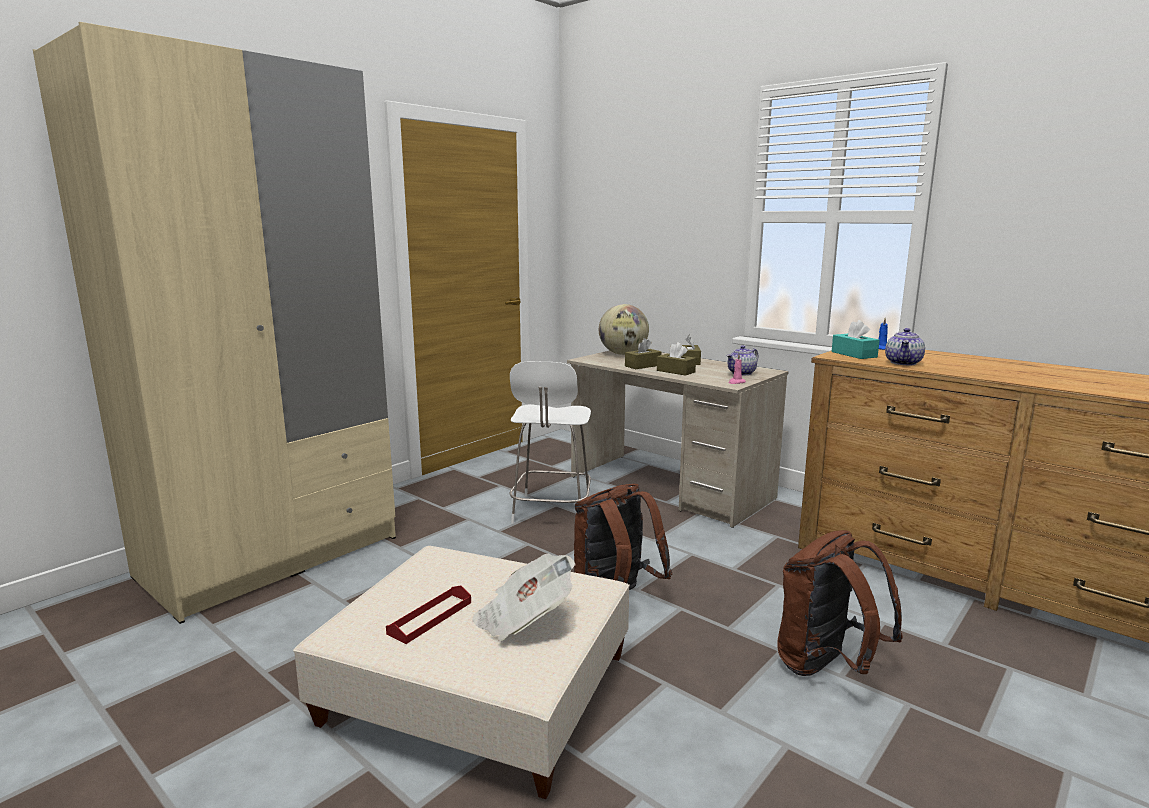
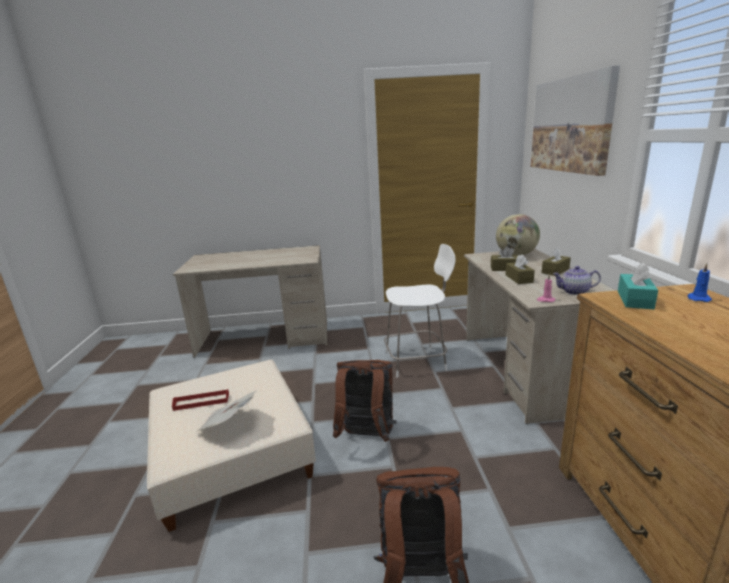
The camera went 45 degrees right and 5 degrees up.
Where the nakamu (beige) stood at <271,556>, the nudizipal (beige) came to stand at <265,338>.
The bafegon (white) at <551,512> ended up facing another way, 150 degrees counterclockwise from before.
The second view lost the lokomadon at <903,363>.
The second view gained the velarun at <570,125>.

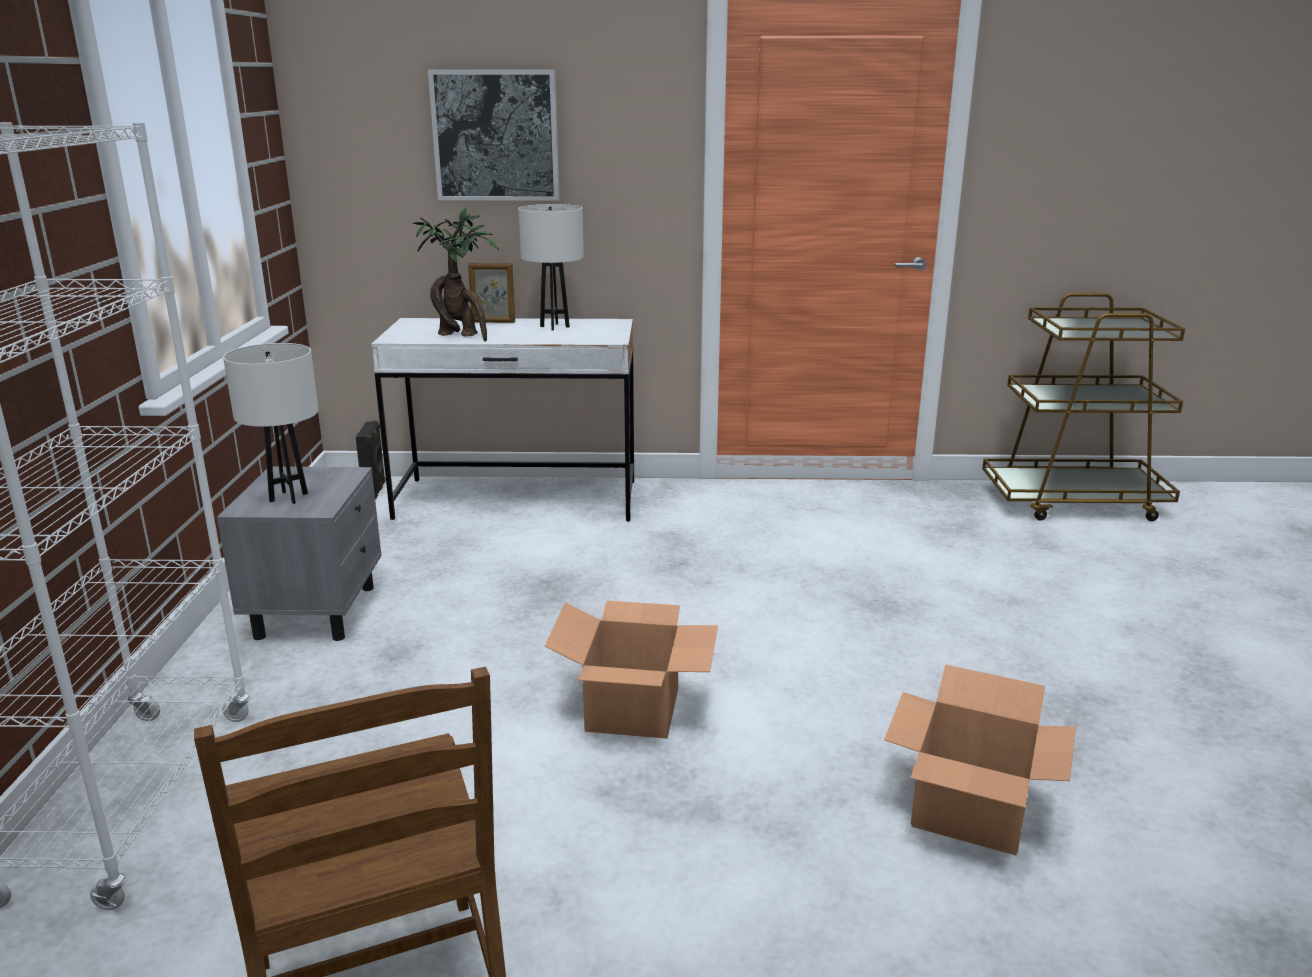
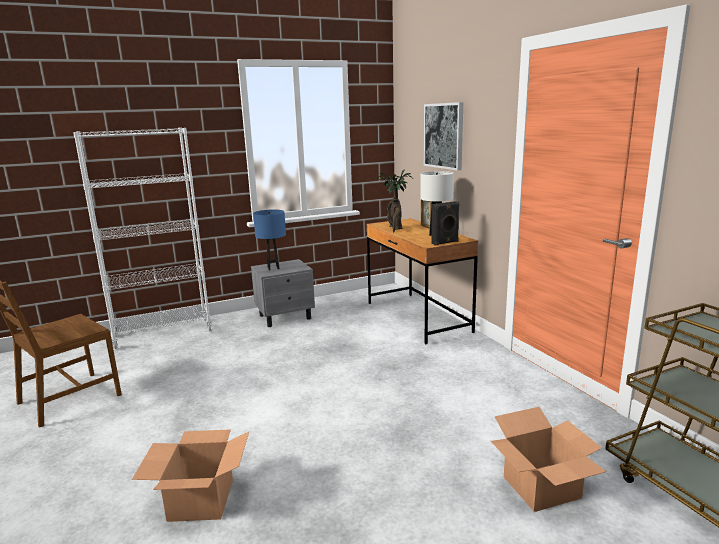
The camera went 65 degrees right and 5 degrees down.
What was the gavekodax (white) at <288,497> turned into the gavekodax (blue) at <273,268>.
The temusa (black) ended up elsewhere, having gone from <375,491> to <445,243>.
What was the nudizipal (white) at <518,500> turned into the nudizipal (brown) at <417,317>.
The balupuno ended up elsewhere, having gone from <632,708> to <542,487>.

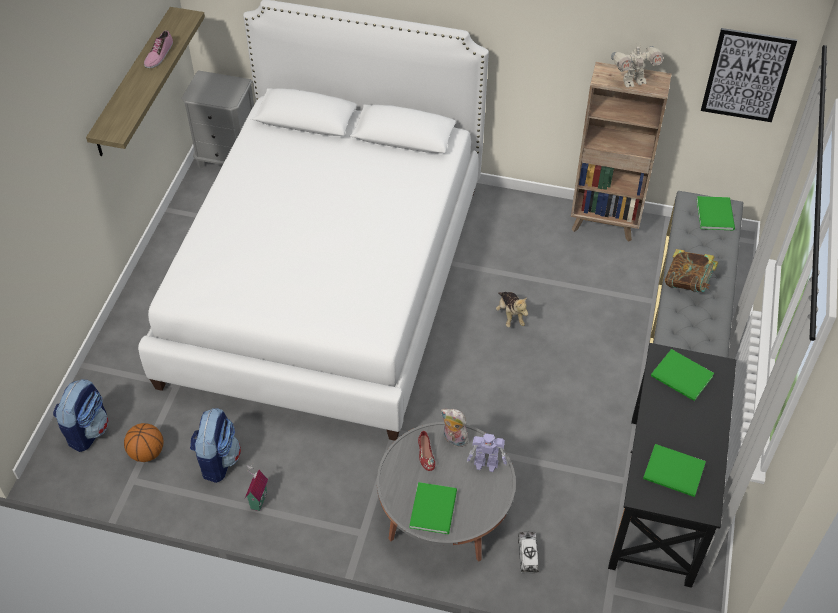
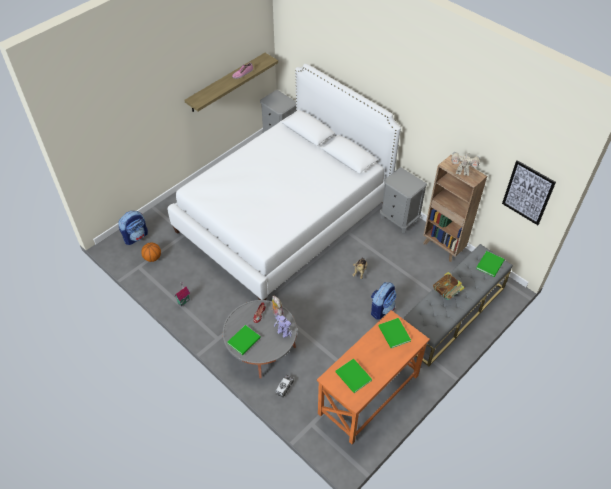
The camera went 30 degrees right and 0 degrees up.
The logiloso ended up elsewhere, having gone from <217,460> to <381,309>.
What was the nudizipal (black) at <661,498> turned into the nudizipal (orange) at <369,395>.
The second view gained the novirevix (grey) at <399,219>.

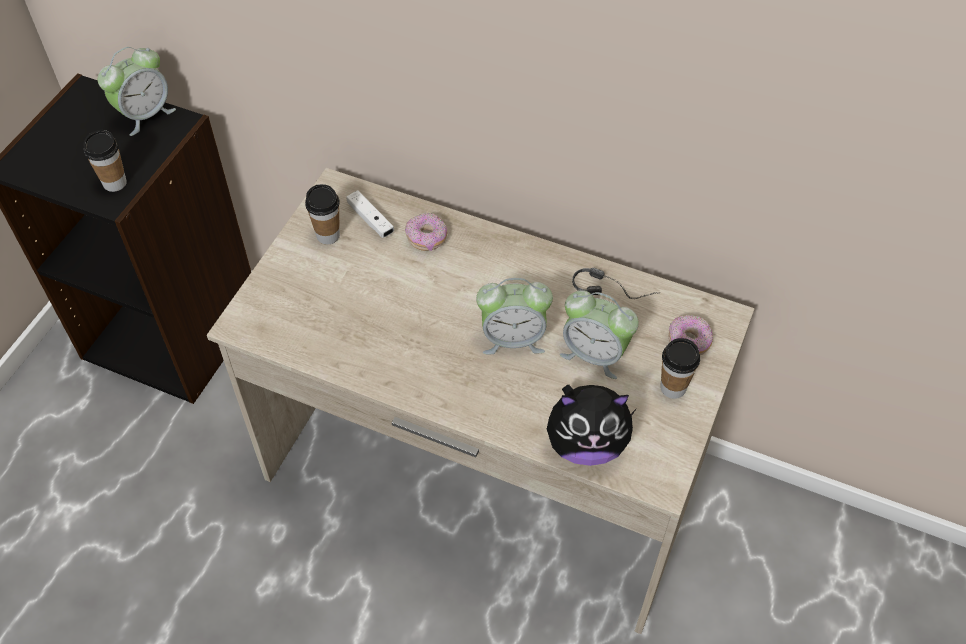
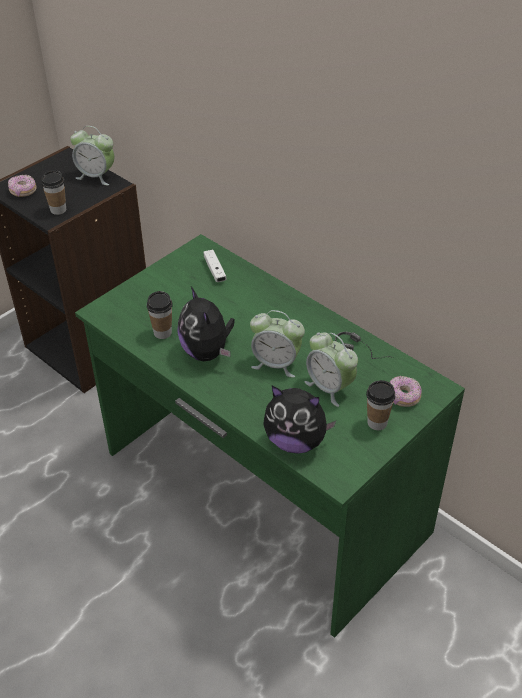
The camera went 20 degrees right and 10 degrees down.
The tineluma at <145,115> ended up facing another way, 45 degrees clockwise from before.
What was the nudizipal (beige) at <483,475> turned into the nudizipal (green) at <262,493>.
The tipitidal ended up elsewhere, having gone from <328,235> to <162,333>.
The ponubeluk ended up elsewhere, having gone from <426,238> to <23,191>.
The second view gained the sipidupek at <207,352>.

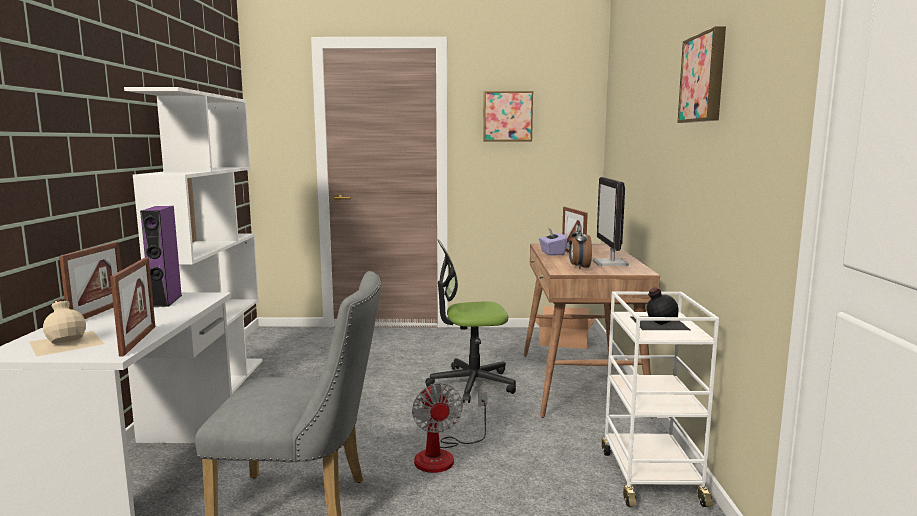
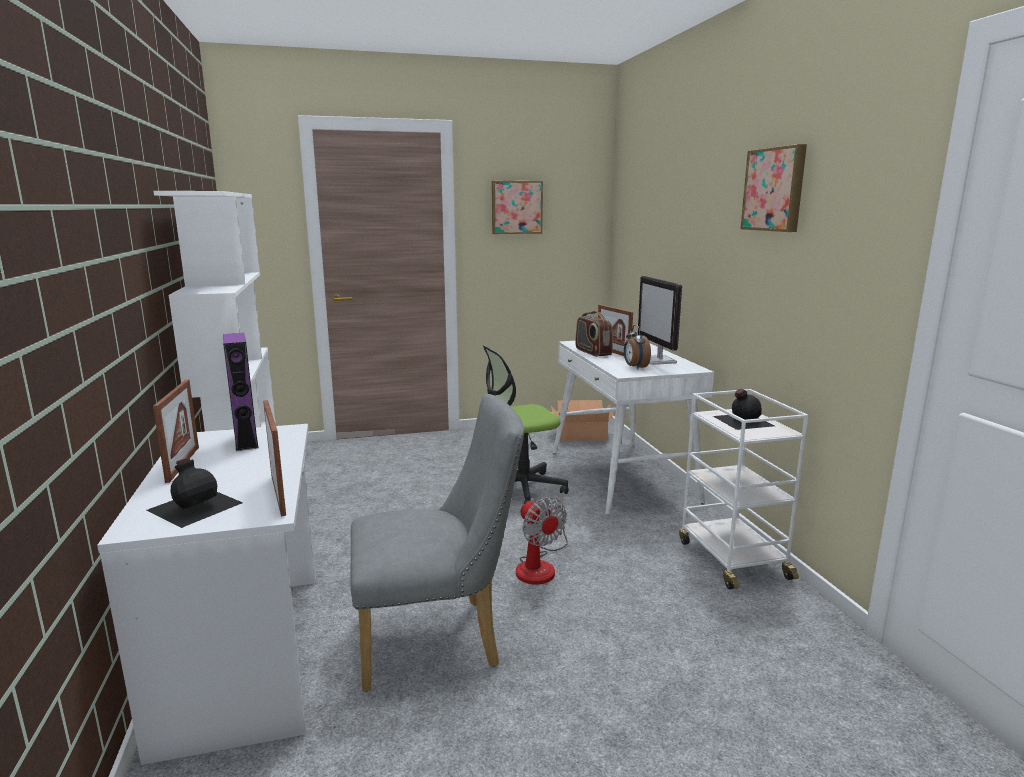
The camera went 15 degrees left and 5 degrees up.
What was the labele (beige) at <67,342> turned into the labele (black) at <195,505>.
What was the nudizipal (brown) at <581,383> turned into the nudizipal (white) at <622,476>.
Where the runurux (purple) stood at <552,253>, the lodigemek came to stand at <592,352>.

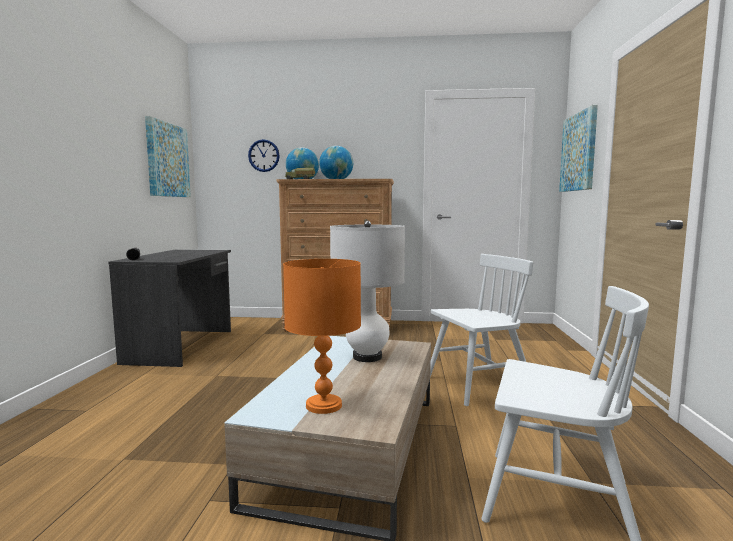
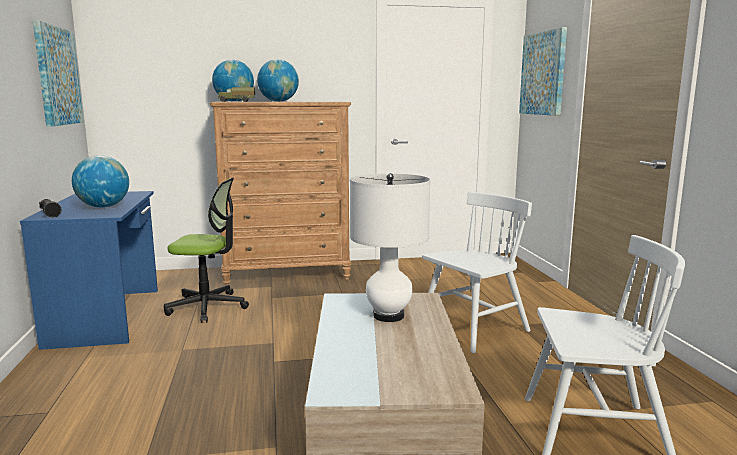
The camera went 15 degrees left and 5 degrees up.
What was the nudizipal (grey) at <182,346> turned into the nudizipal (blue) at <108,316>.
The second view lost the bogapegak at <264,155>.
The second view lost the gavekodax (orange) at <324,405>.
The second view gained the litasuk at <103,207>.
The second view gained the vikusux at <207,307>.

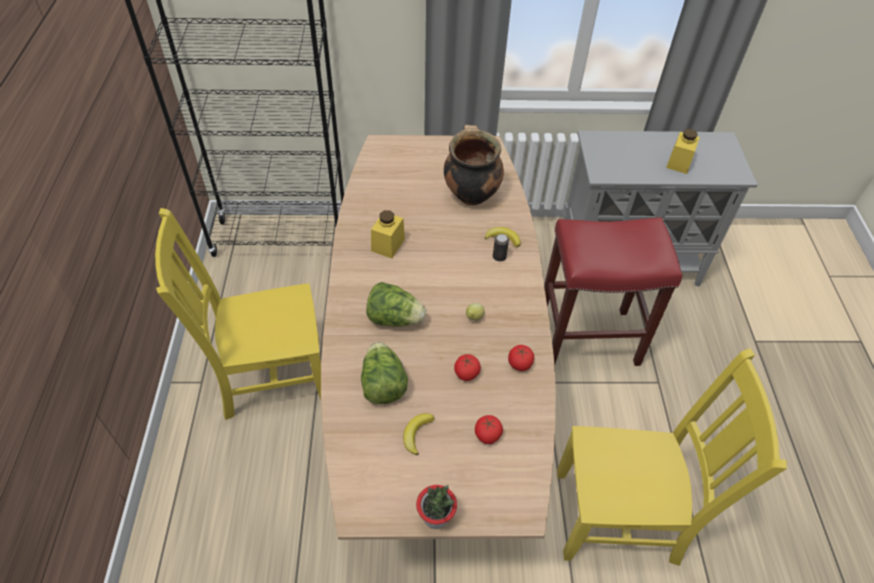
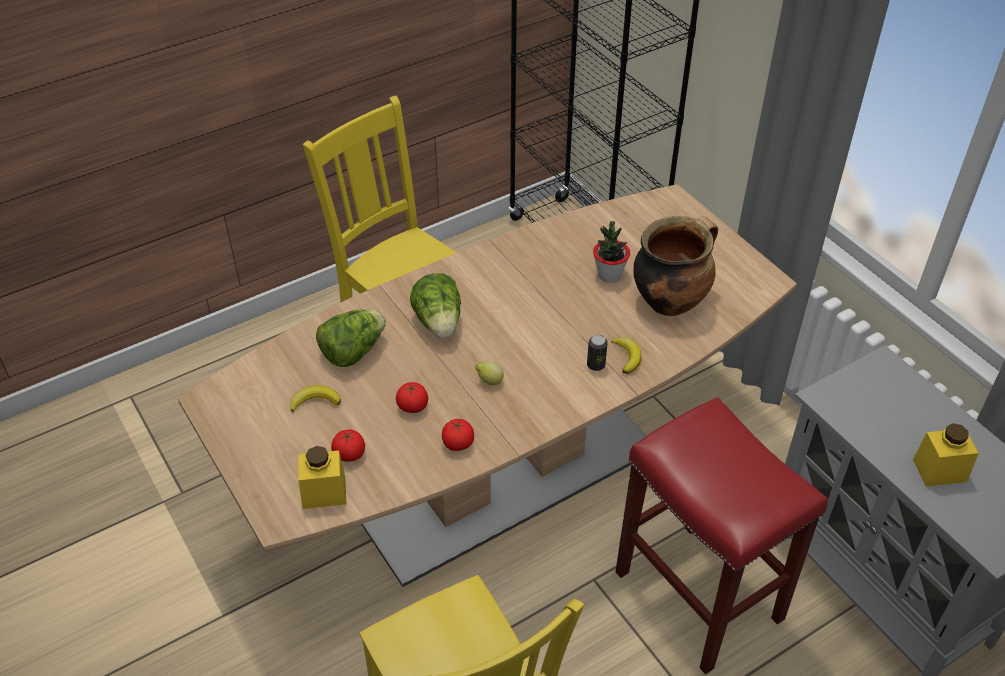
The camera went 60 degrees right and 5 degrees down.
The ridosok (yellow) ended up elsewhere, having gone from <388,245> to <324,492>.
The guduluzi ended up elsewhere, having gone from <436,517> to <609,275>.

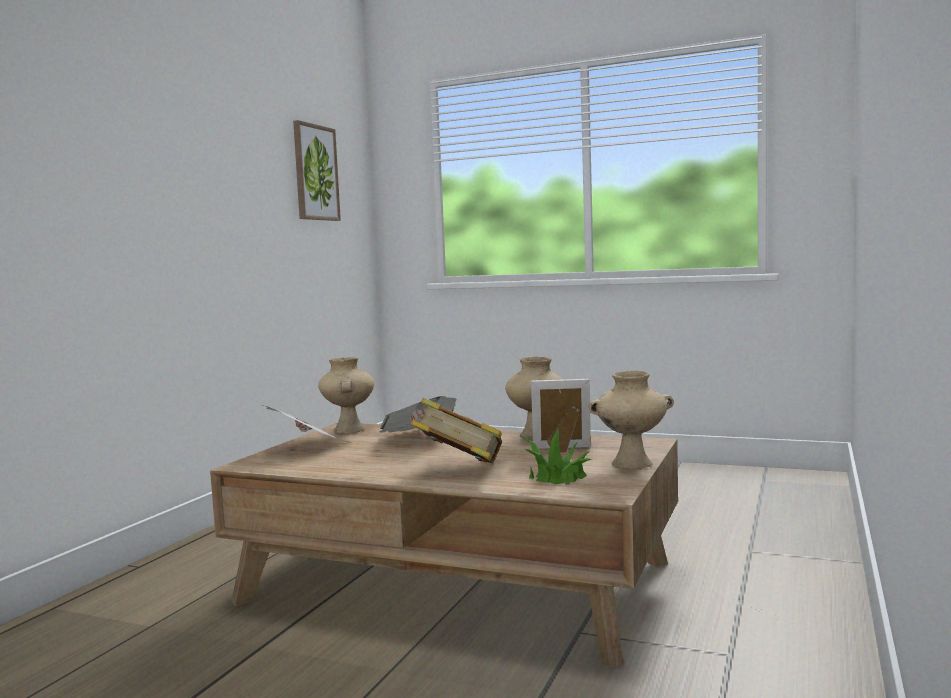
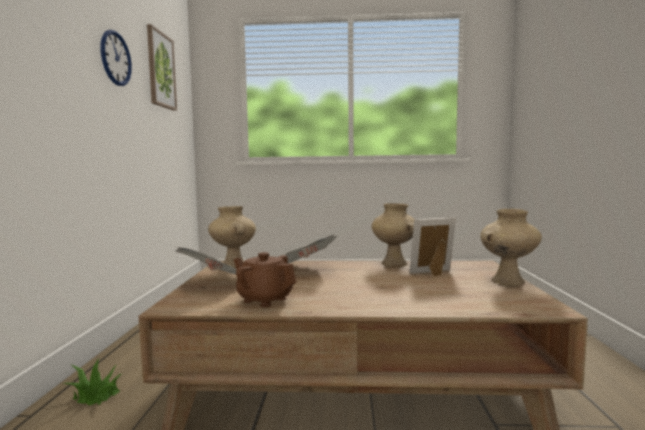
The camera went 20 degrees left and 0 degrees up.
The second view lost the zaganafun at <459,469>.
The guduluzi ended up elsewhere, having gone from <556,476> to <96,394>.
The second view gained the bogapegak at <115,58>.
The second view gained the lokomadon (brown) at <264,300>.

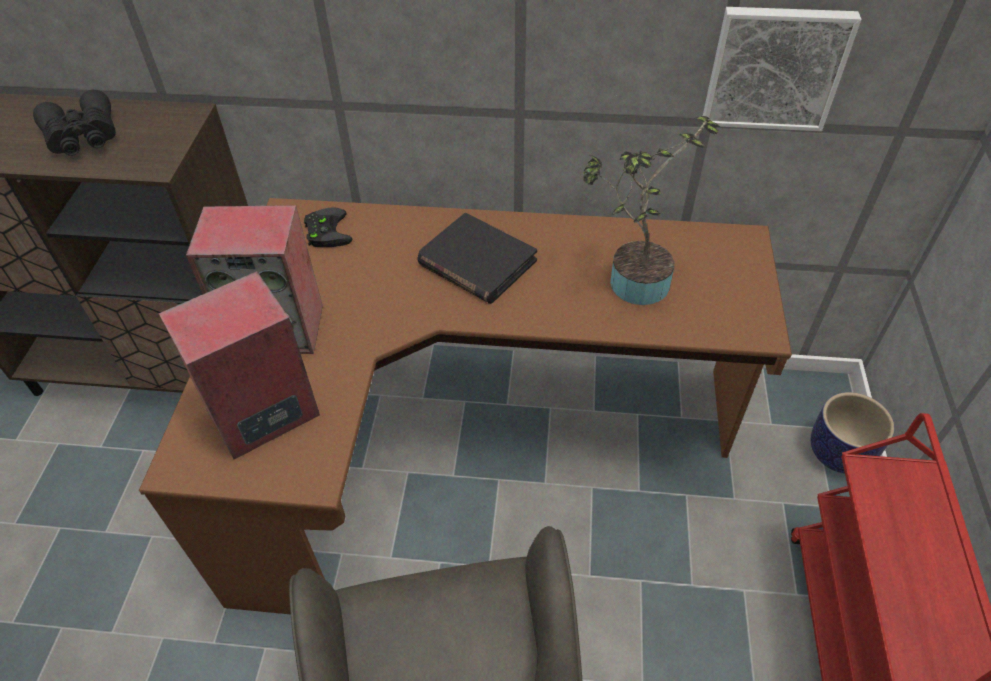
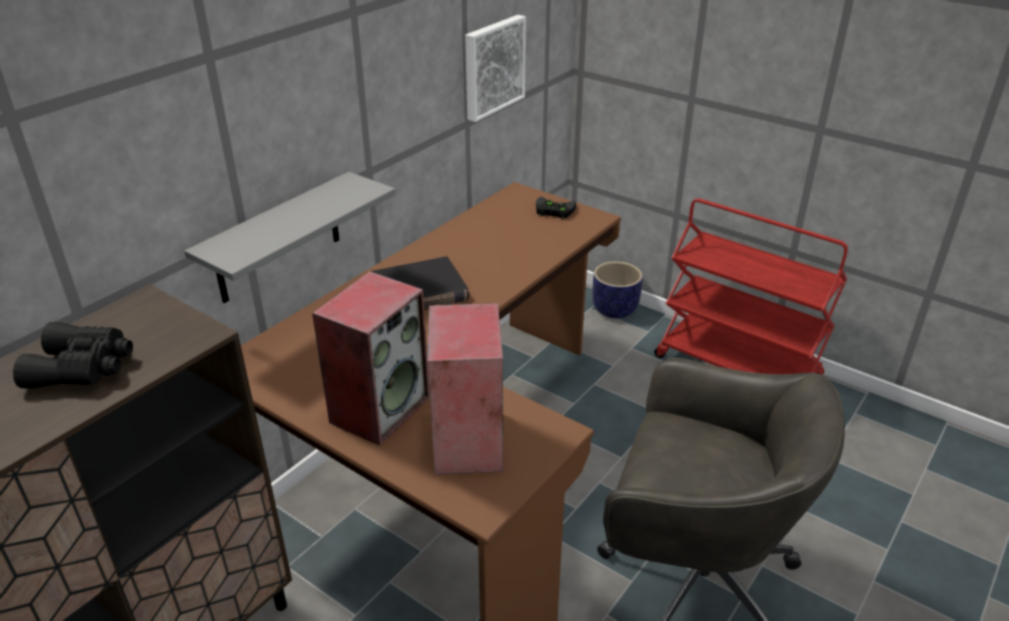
The camera went 60 degrees left and 15 degrees down.
The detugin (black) ended up elsewhere, having gone from <325,231> to <553,211>.
The second view lost the guduluzi at <632,281>.
The second view gained the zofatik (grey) at <278,239>.

